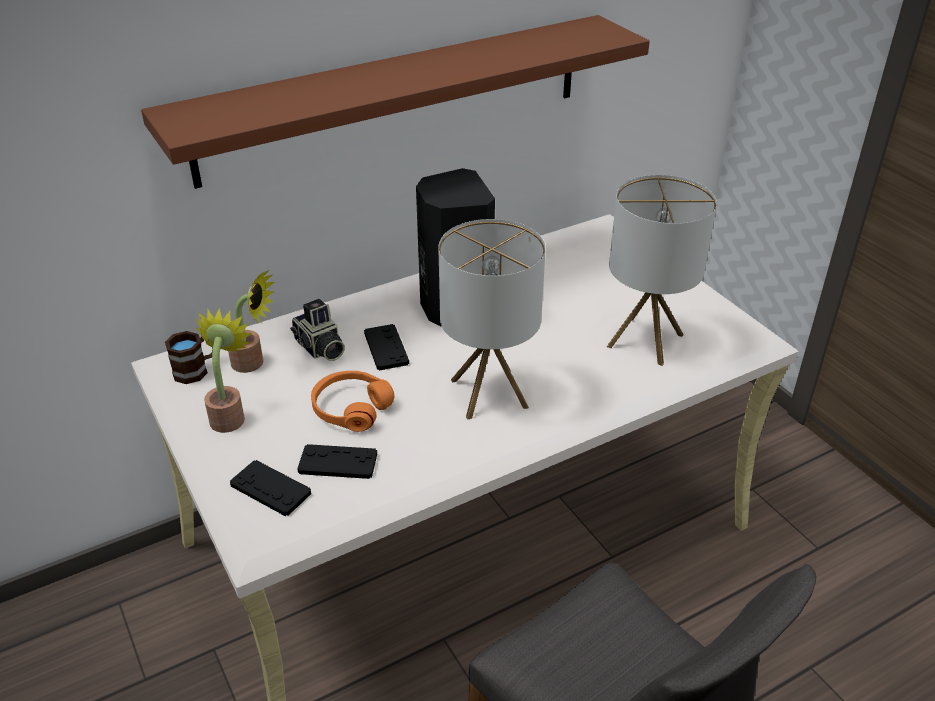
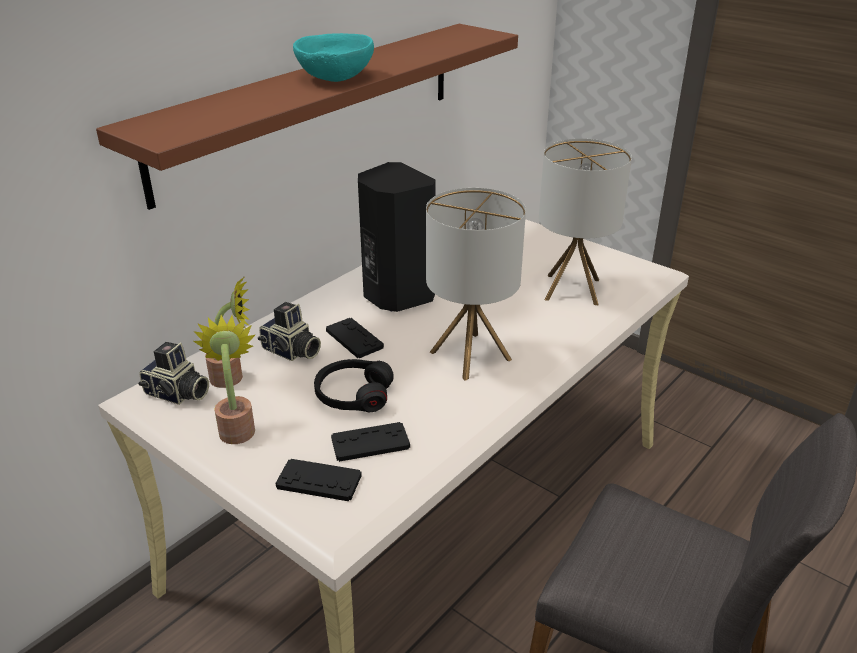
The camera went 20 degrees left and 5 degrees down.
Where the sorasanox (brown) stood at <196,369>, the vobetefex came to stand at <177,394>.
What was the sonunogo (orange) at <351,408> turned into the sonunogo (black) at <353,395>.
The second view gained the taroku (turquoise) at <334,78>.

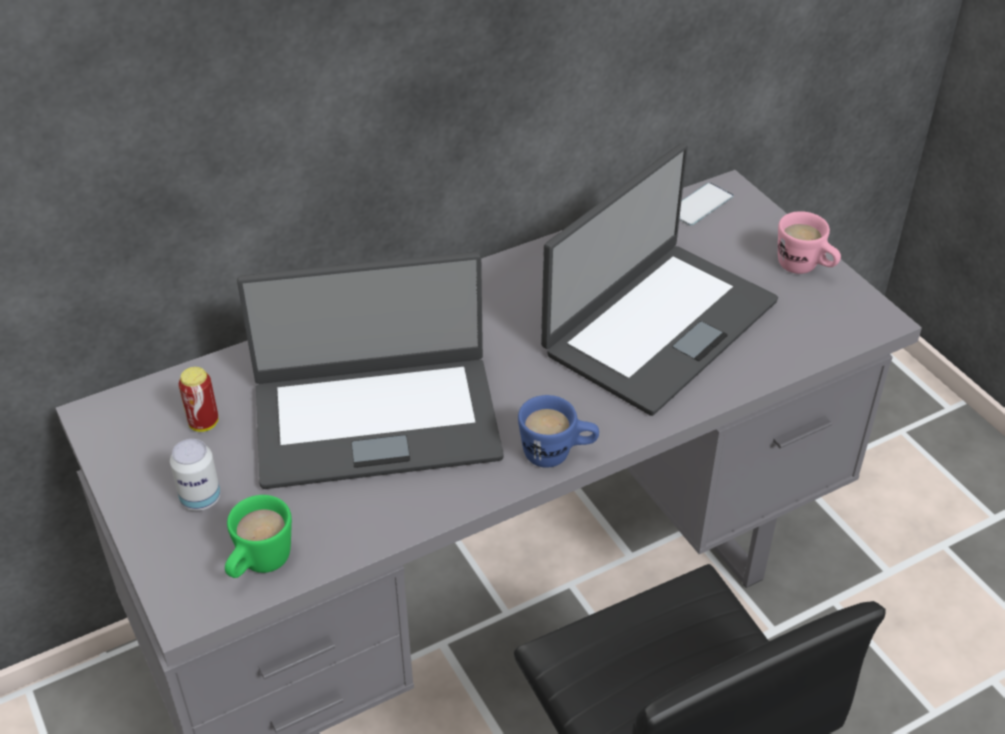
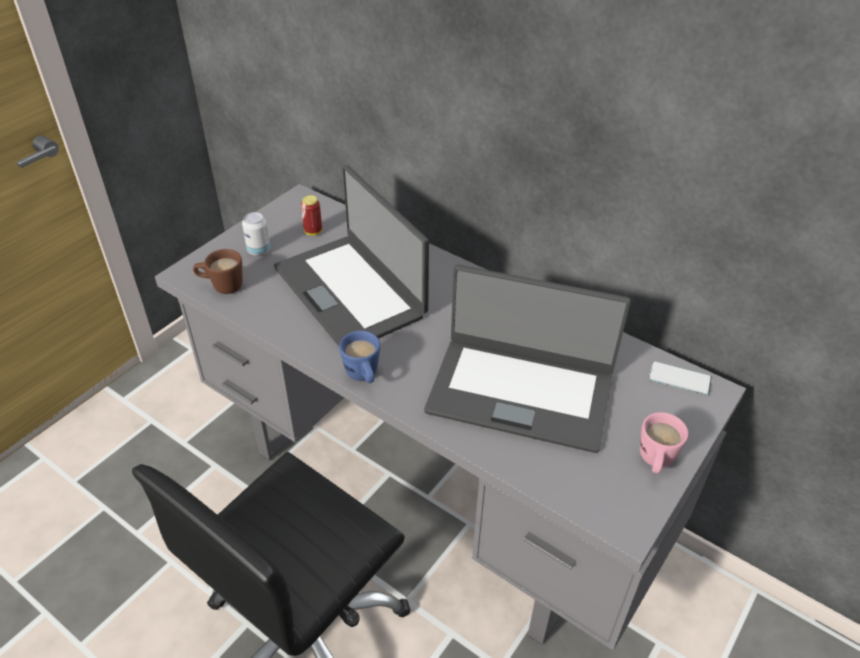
The camera went 65 degrees right and 0 degrees up.
What was the sorasanox (green) at <259,565> turned into the sorasanox (brown) at <221,286>.

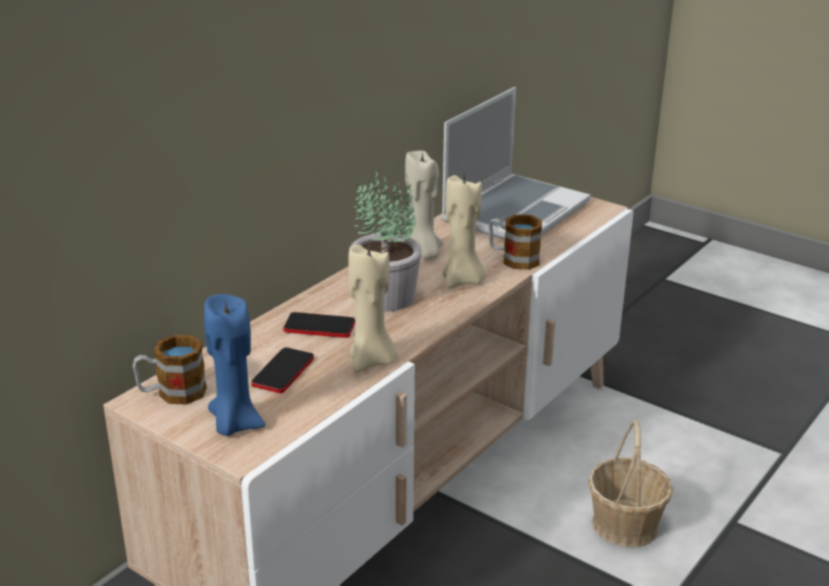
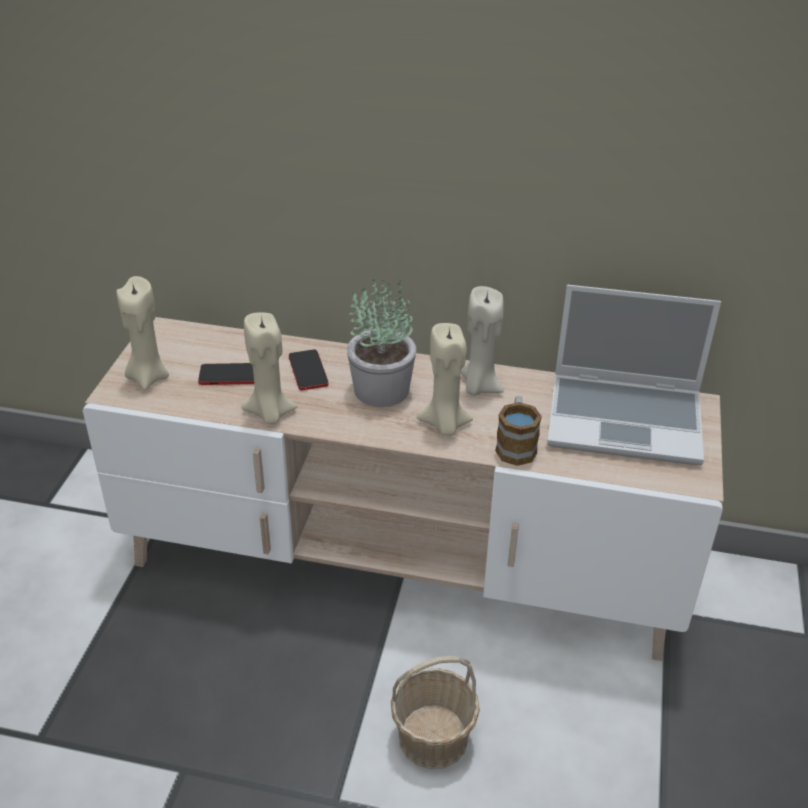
The camera went 65 degrees right and 10 degrees up.
The second view lost the sorasanox at <172,393>.
What was the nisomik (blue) at <234,424> turned into the nisomik (beige) at <148,377>.

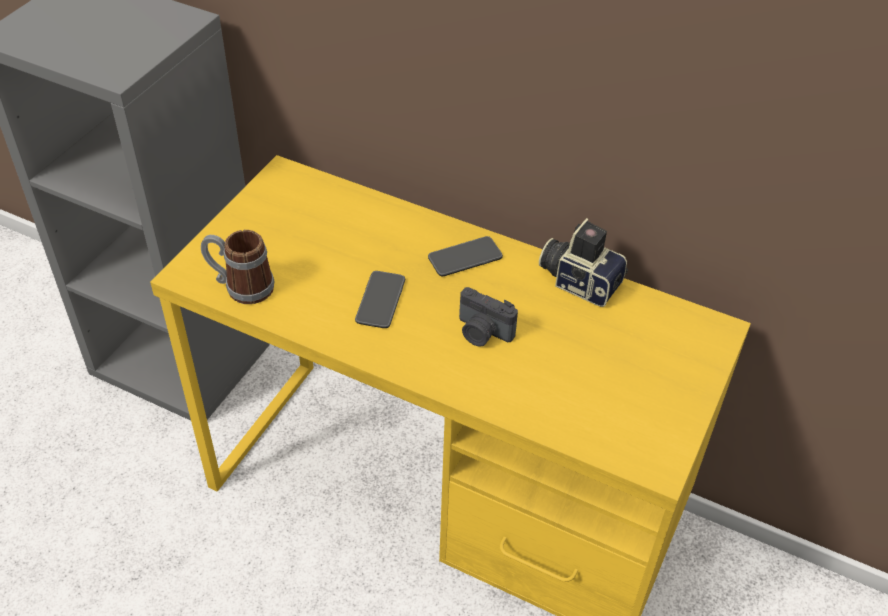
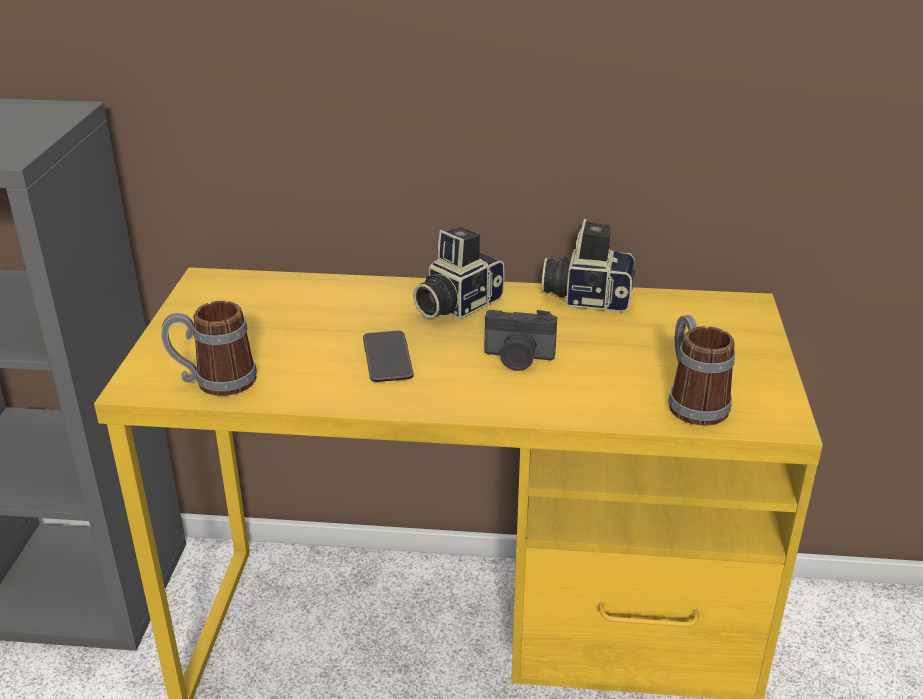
The camera went 20 degrees left and 15 degrees down.
Where the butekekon stood at <465,257>, the vobetefex came to stand at <456,305>.
The second view gained the sorasanox at <692,401>.

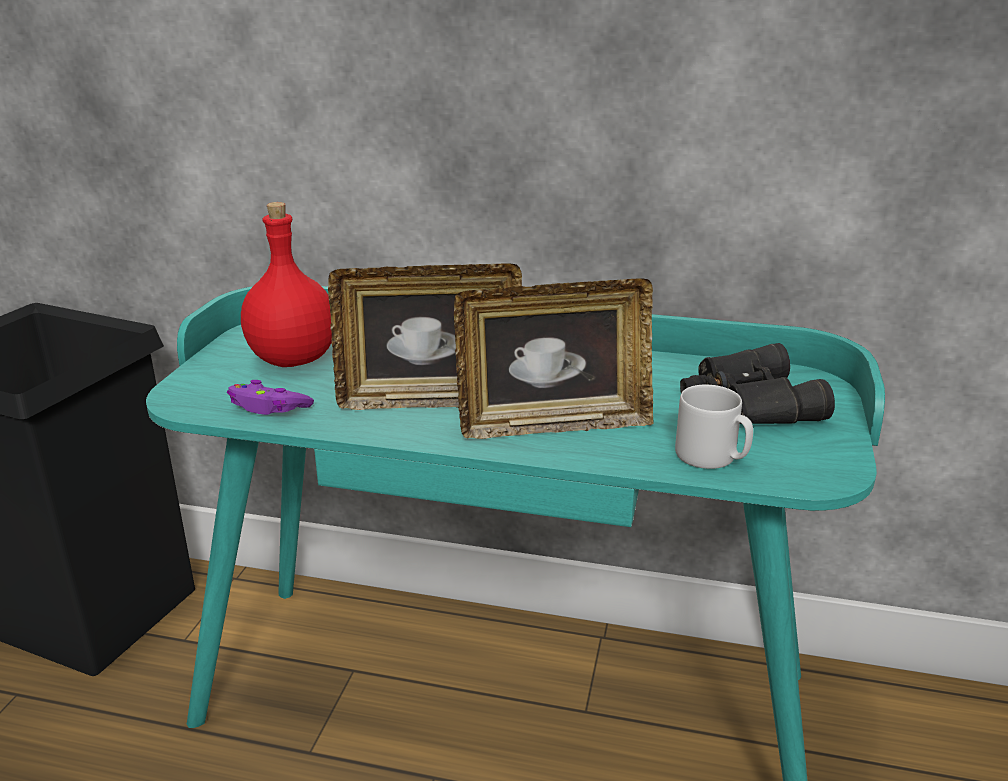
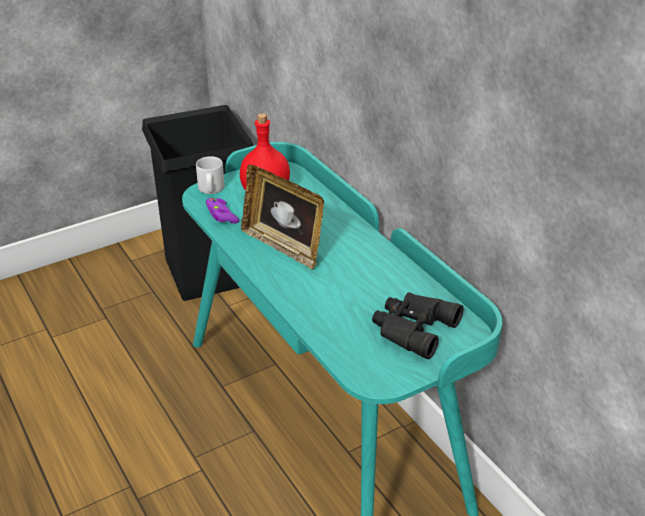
The camera went 45 degrees right and 10 degrees up.
The second view lost the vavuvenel at <553,424>.
The sorasanox (grey) ended up elsewhere, having gone from <712,457> to <211,189>.

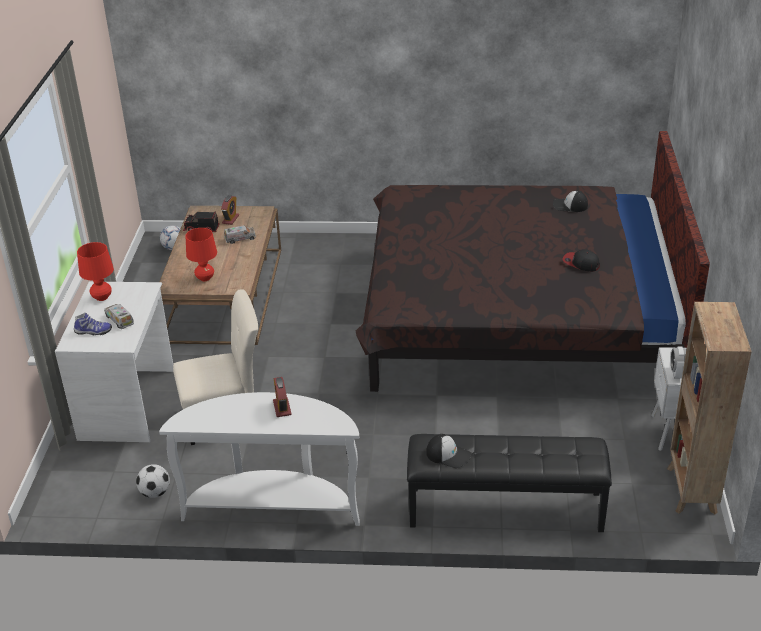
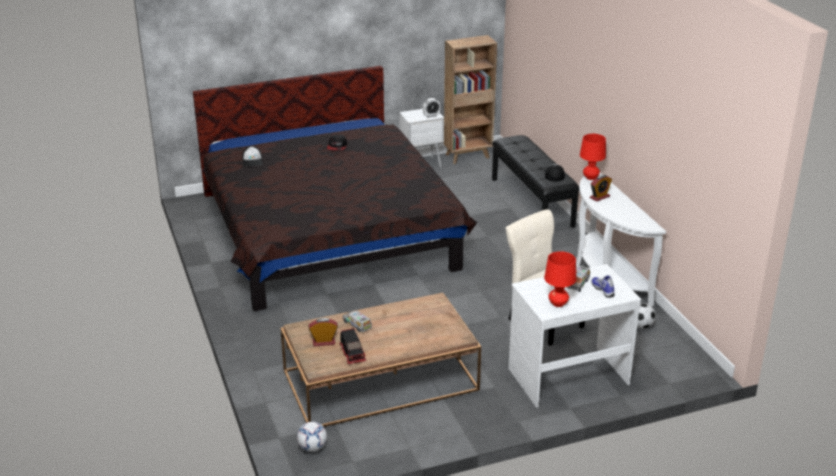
The camera went 115 degrees left and 5 degrees down.
The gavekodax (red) ended up elsewhere, having gone from <205,278> to <590,177>.

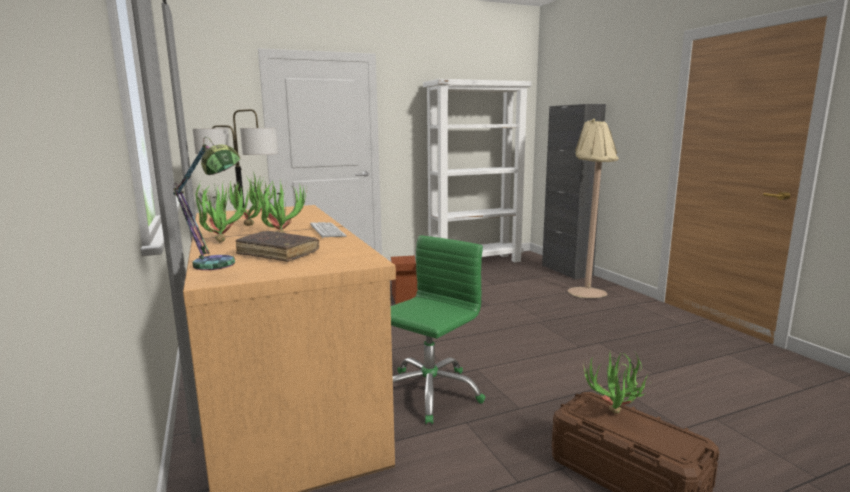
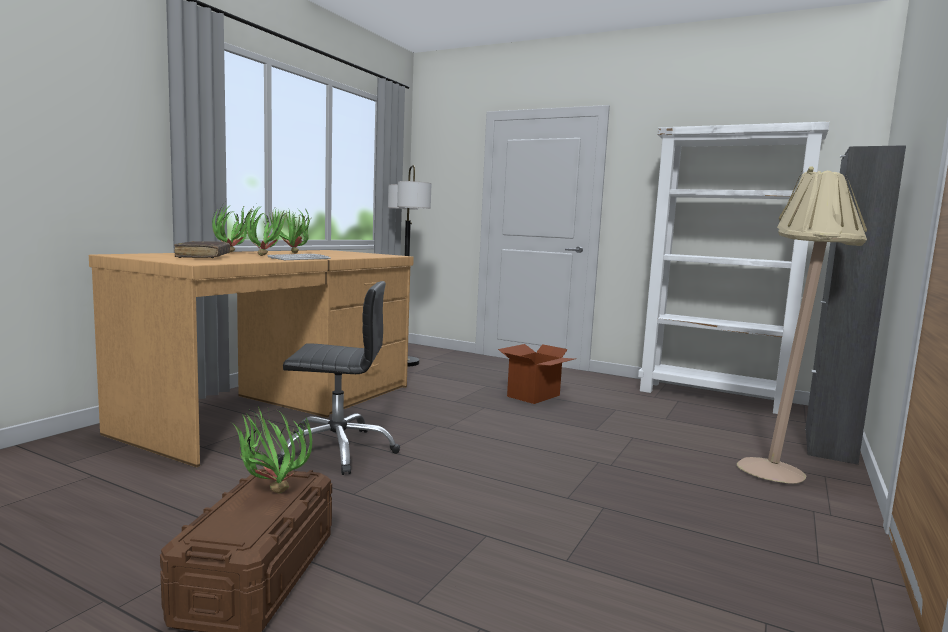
The camera went 50 degrees right and 5 degrees down.
The second view lost the gavekodax at <218,267>.
What was the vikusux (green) at <429,392> turned into the vikusux (black) at <338,450>.

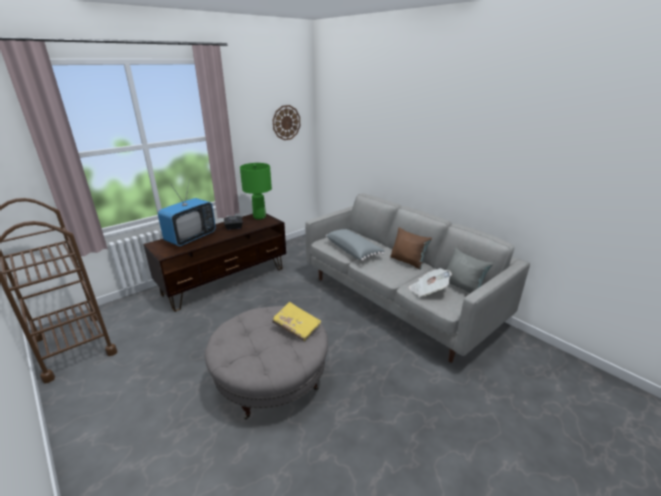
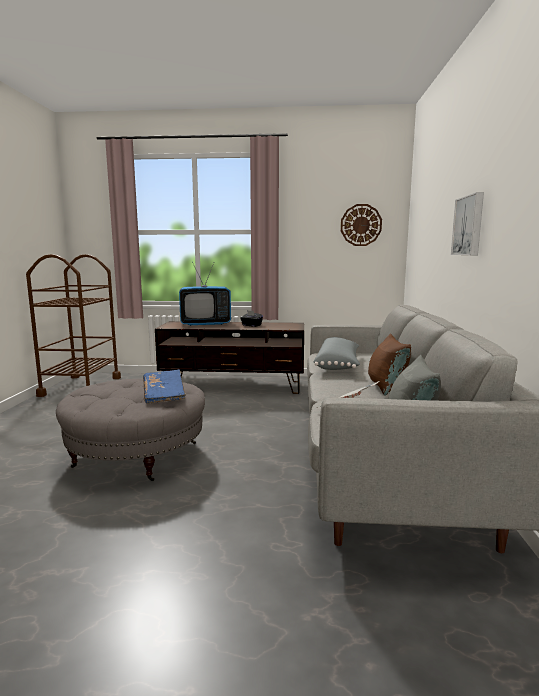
The camera went 45 degrees right and 15 degrees down.
The second view lost the gavekodax (green) at <259,217>.
What was the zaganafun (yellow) at <297,327> turned into the zaganafun (blue) at <164,395>.
The second view gained the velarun at <469,226>.

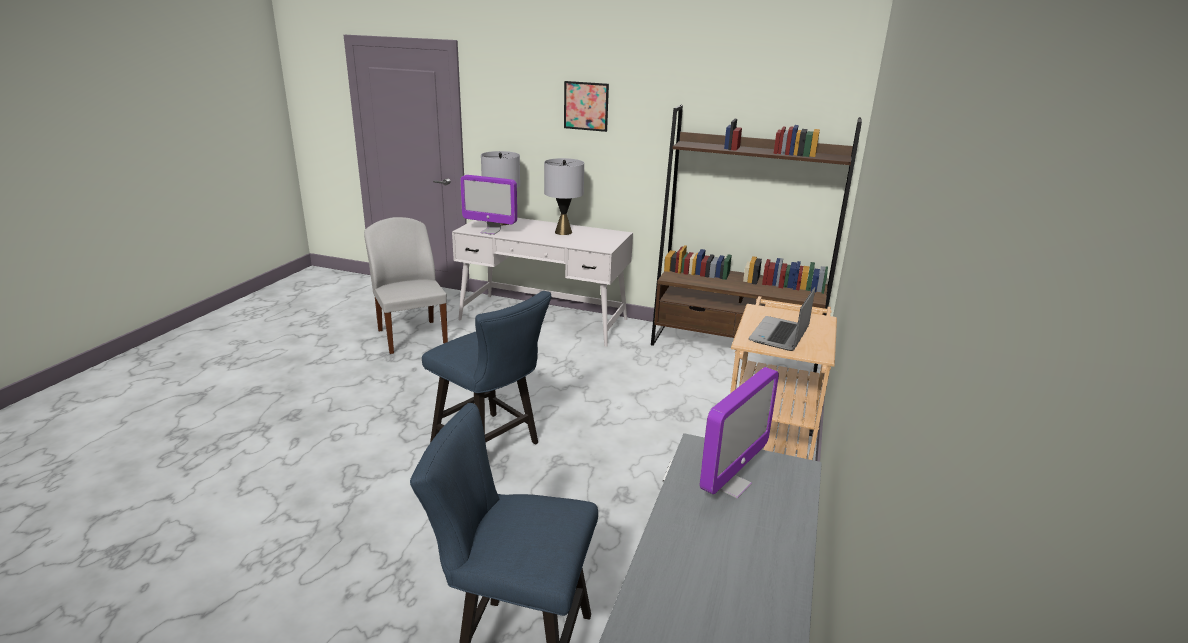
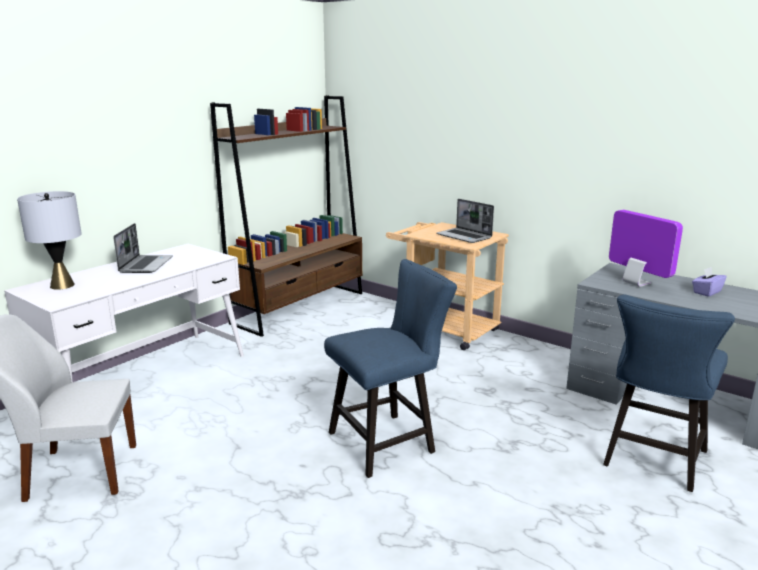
The camera went 70 degrees left and 5 degrees down.
The second view lost the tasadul at <490,231>.
Where the gavekodax (grey) stood at <563,232>, the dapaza came to stand at <145,265>.
The second view lost the velarun at <586,106>.
The second view gained the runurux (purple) at <706,292>.

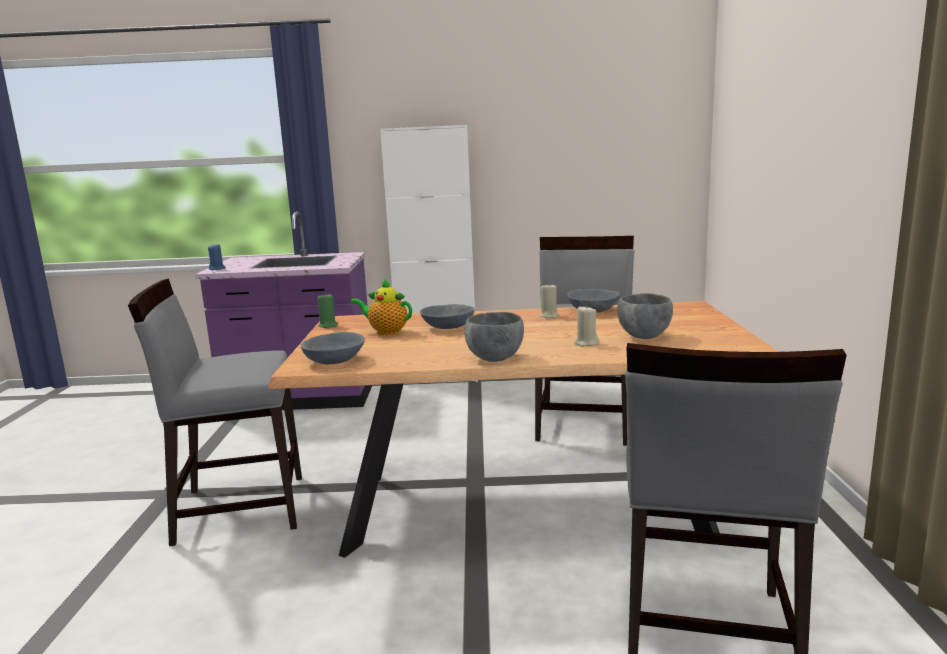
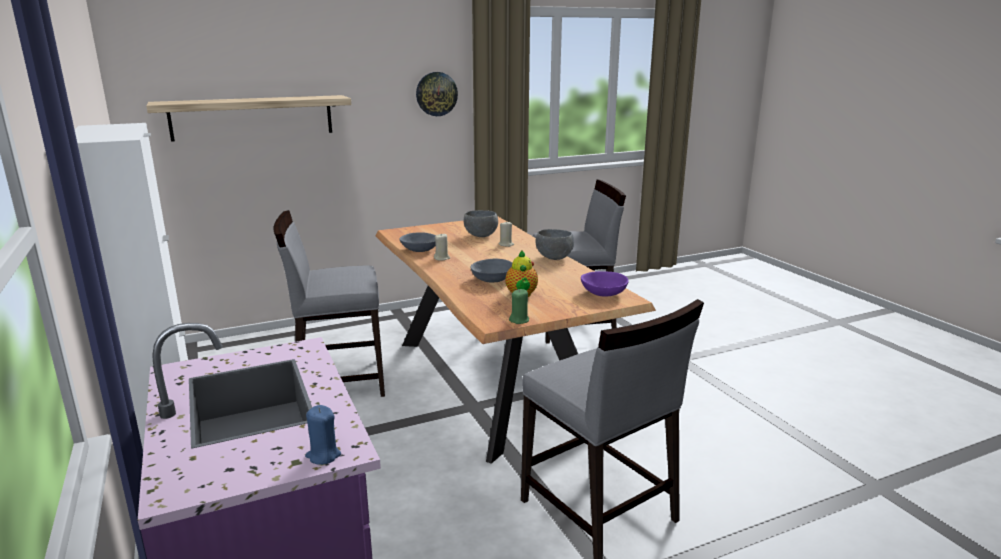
The camera went 115 degrees left and 5 degrees up.
What was the taroku (grey) at <335,361> turned into the taroku (purple) at <603,293>.
The second view gained the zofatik at <252,117>.
The second view gained the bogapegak at <436,94>.

